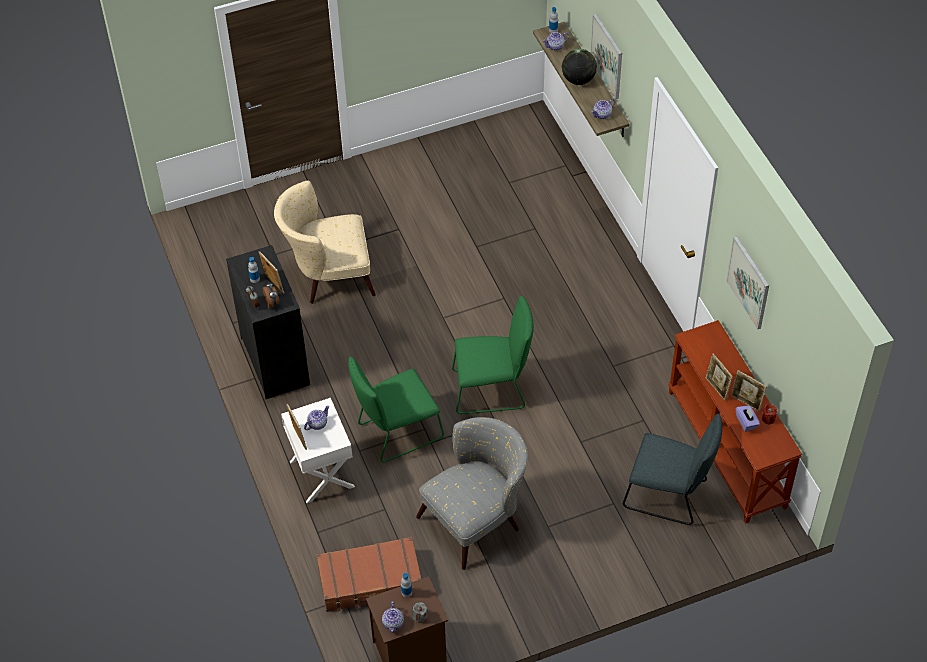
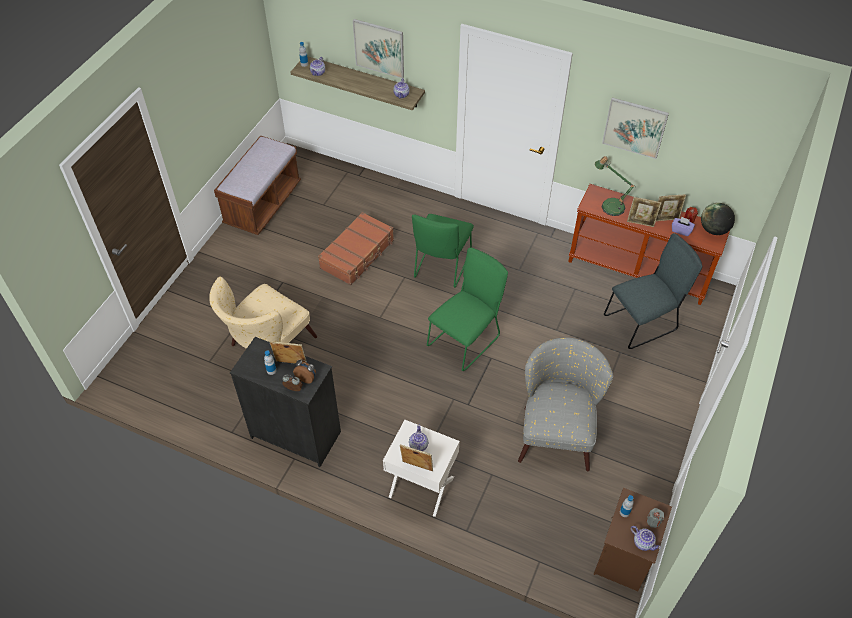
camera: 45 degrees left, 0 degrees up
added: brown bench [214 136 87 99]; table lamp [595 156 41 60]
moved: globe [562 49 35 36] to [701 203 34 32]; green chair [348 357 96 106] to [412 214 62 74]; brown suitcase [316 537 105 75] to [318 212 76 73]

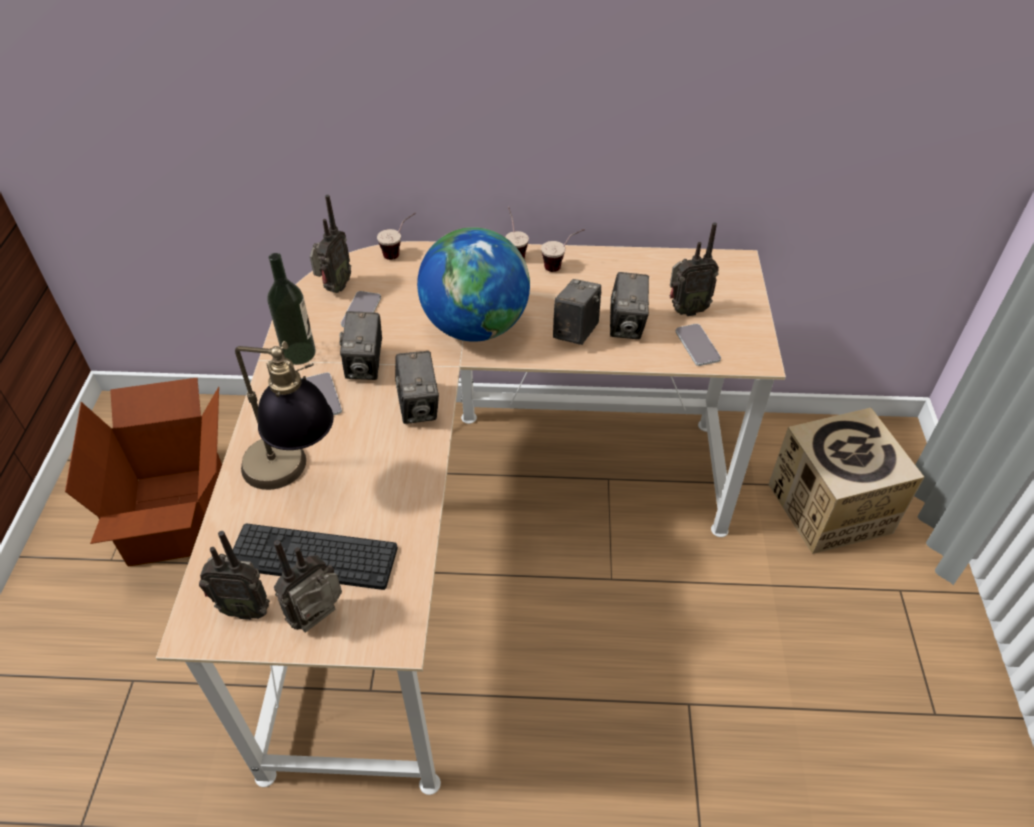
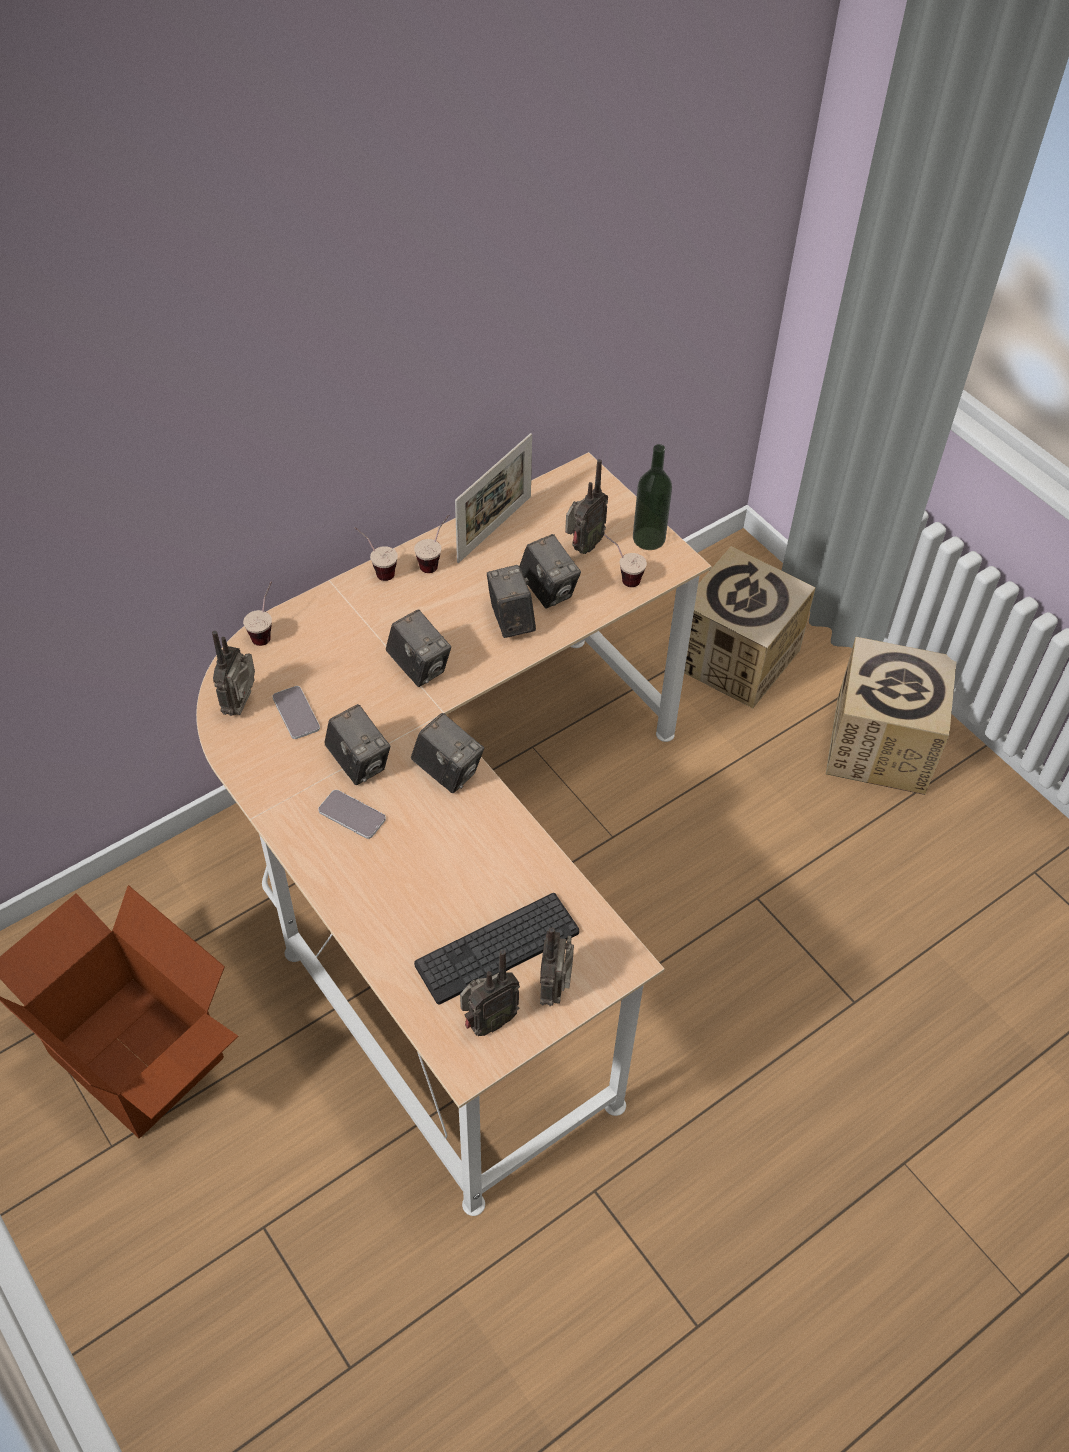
camera: 40 degrees left, 5 degrees up
removed: table lamp [235 341 99 149]
added: picture frame [455 433 77 130]; cardboard box [826 637 130 158]
moved: bottle [267 253 49 112] to [633 444 39 106]
replaced: globe [417 227 113 115] to photo camera [386 609 65 78]; phone [676 324 45 42] to cup [604 534 43 53]
turned: radio [310 195 41 98] = [212 631 43 85] 150 degrees counterclockwise

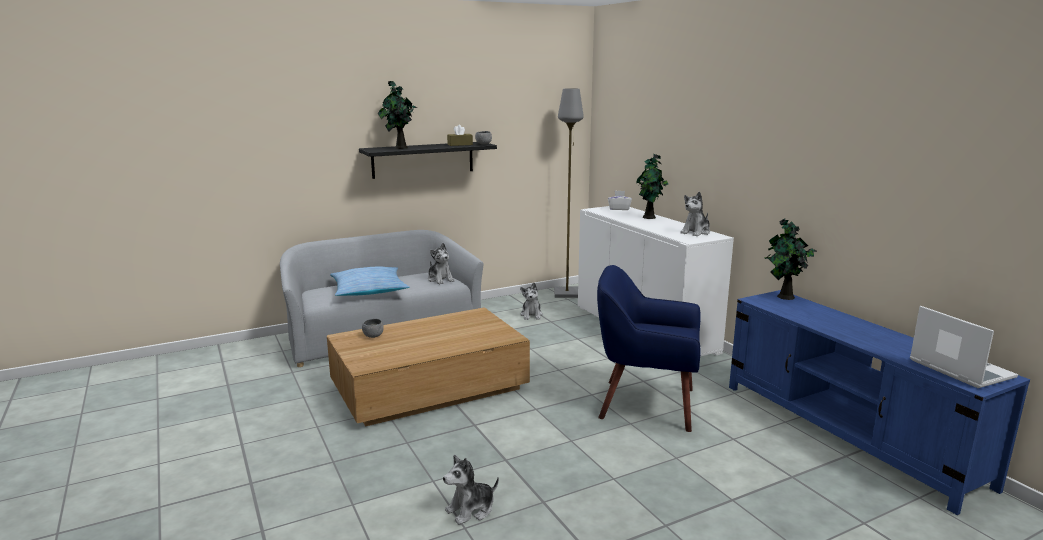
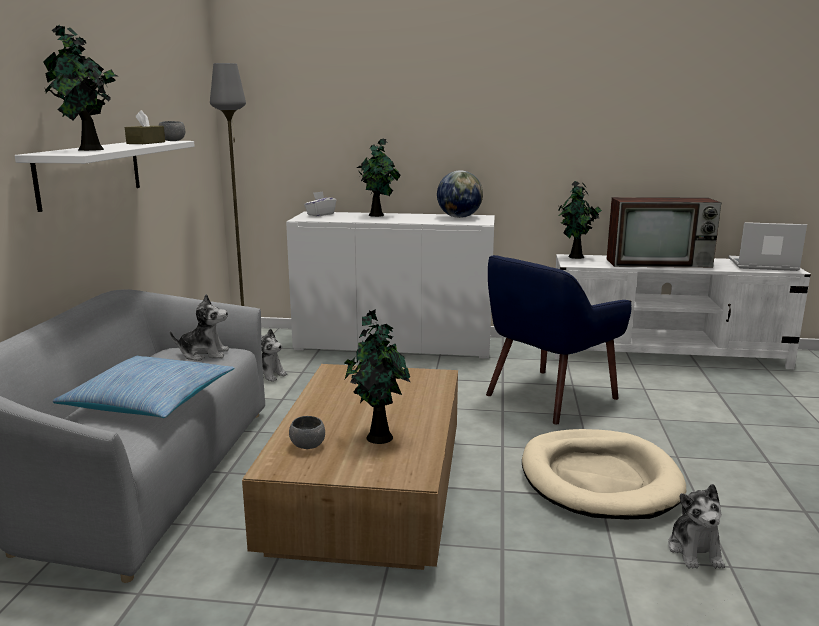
camera: 55 degrees left, 0 degrees up
added: television [607 197 114 71]; potted plant [344 309 66 135]; beige dog bed [522 429 164 90]
replaced: plush toy [680 192 30 44] to globe [437 170 46 48]
recoloured: black shelf [359 142 138 37] to white shelf [15 141 180 71]; blue tv stand [729 290 301 225] to white tv stand [555 254 256 115]

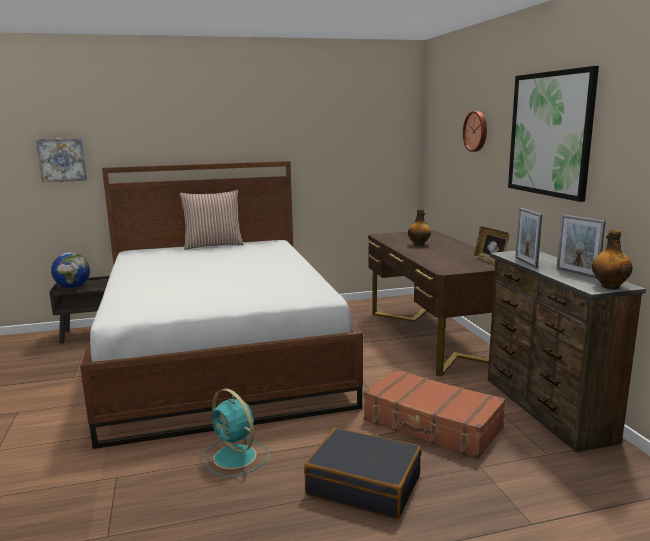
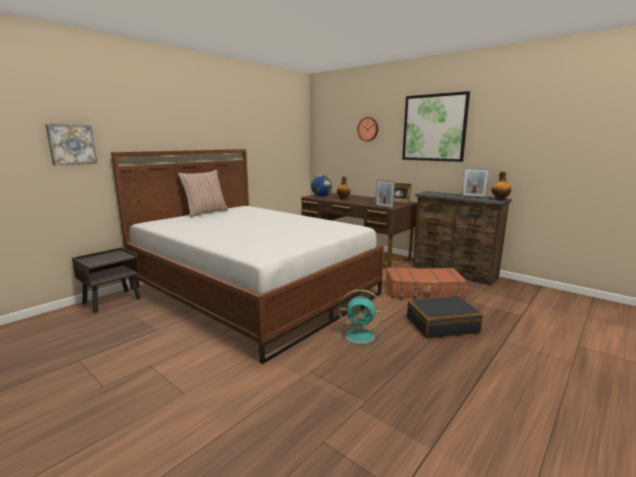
camera: 35 degrees left, 0 degrees up
moved: picture frame [515 208 27 60] to [375 179 20 30]; globe [51 253 39 35] to [311 175 21 21]

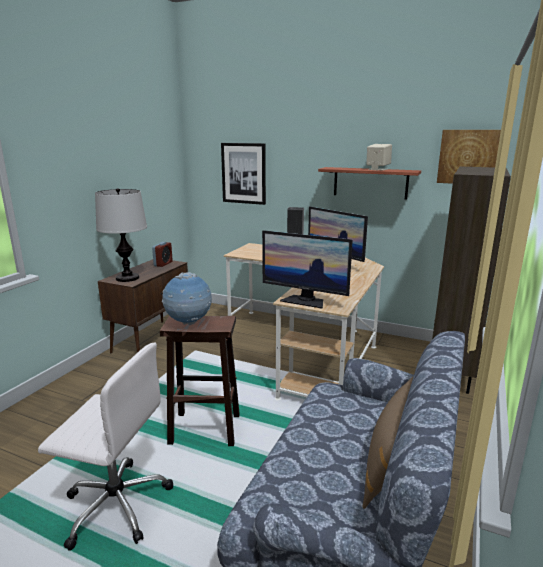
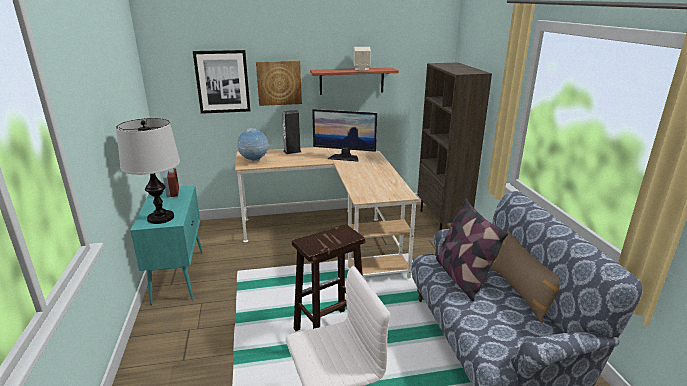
camera: 35 degrees left, 5 degrees up
removed: monitor [262 230 91 79]
added: pillow [436 198 72 103]
moved: picture [437 130 64 54] to [256 60 46 46]; globe [162 272 50 53] to [237 128 32 34]
recoloured: brown cabinet [98 259 90 94] to turquoise cabinet [130 185 73 120]

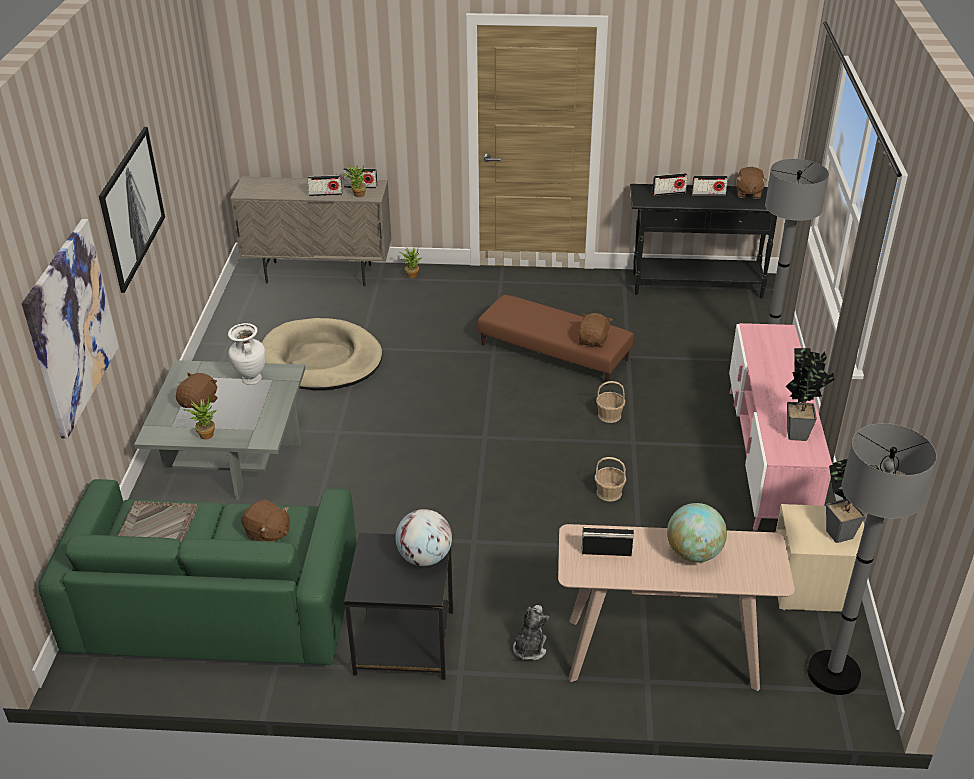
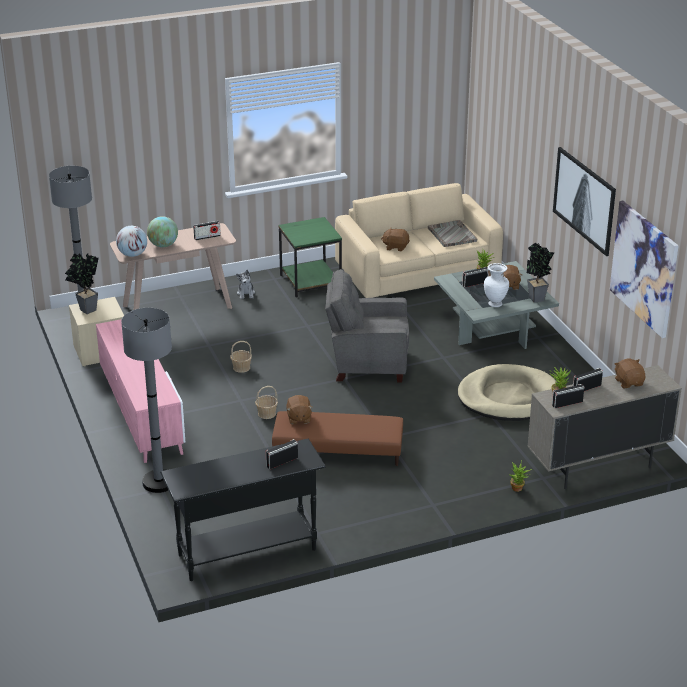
camera: 155 degrees right, 5 degrees down
added: grey armchair [325 269 84 114]
moved: brown plush toy [737 167 30 32] to [614 359 31 29]; radio [692 176 36 20] to [462 267 26 20]; picture [22 219 97 220] to [609 201 70 137]; potted plant [785 348 49 93] to [527 242 28 61]; globe [396 509 56 57] to [116 226 31 31]
recoloured: green sofa [38 479 319 186] to beige sofa [335 183 168 115]; black side table [344 533 109 147] to green side table [278 217 64 80]

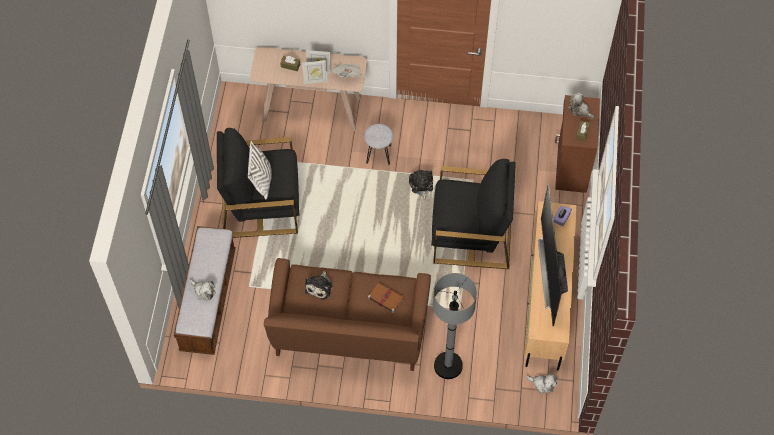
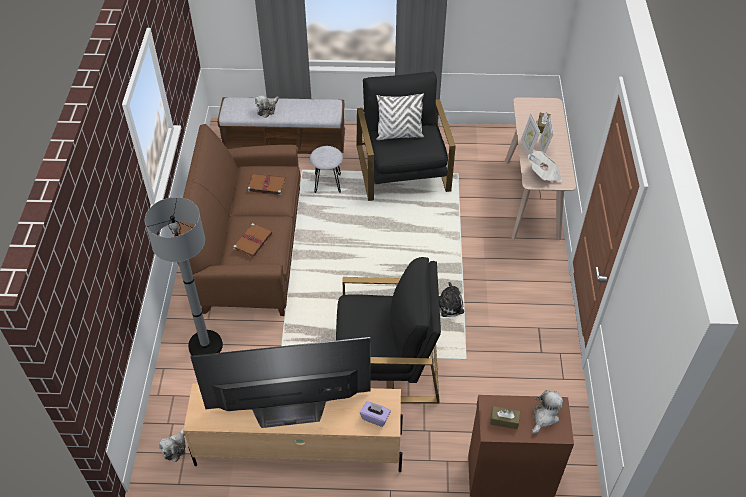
camera: 85 degrees right, 10 degrees down
moved: grey stool [364 124 29 41] to [310 146 33 47]
replaced: plush toy [305 270 28 30] to brown book [247 174 39 21]
turned: black armchair [431 159 85 110] = [336 257 105 146] 90 degrees counterclockwise

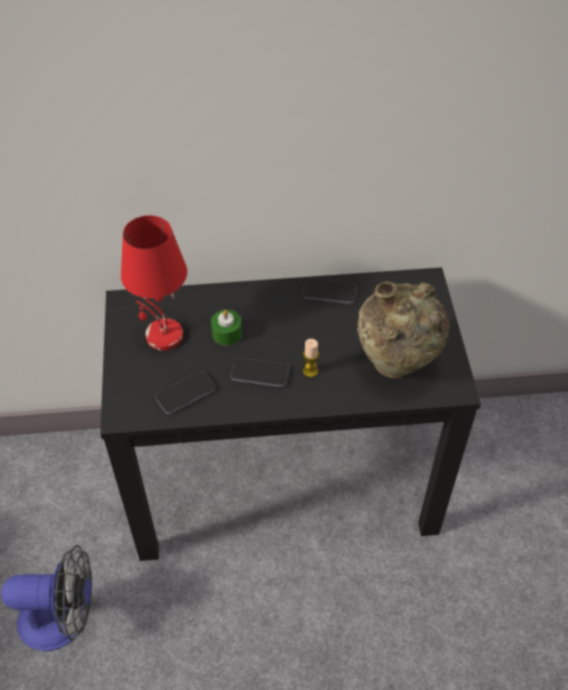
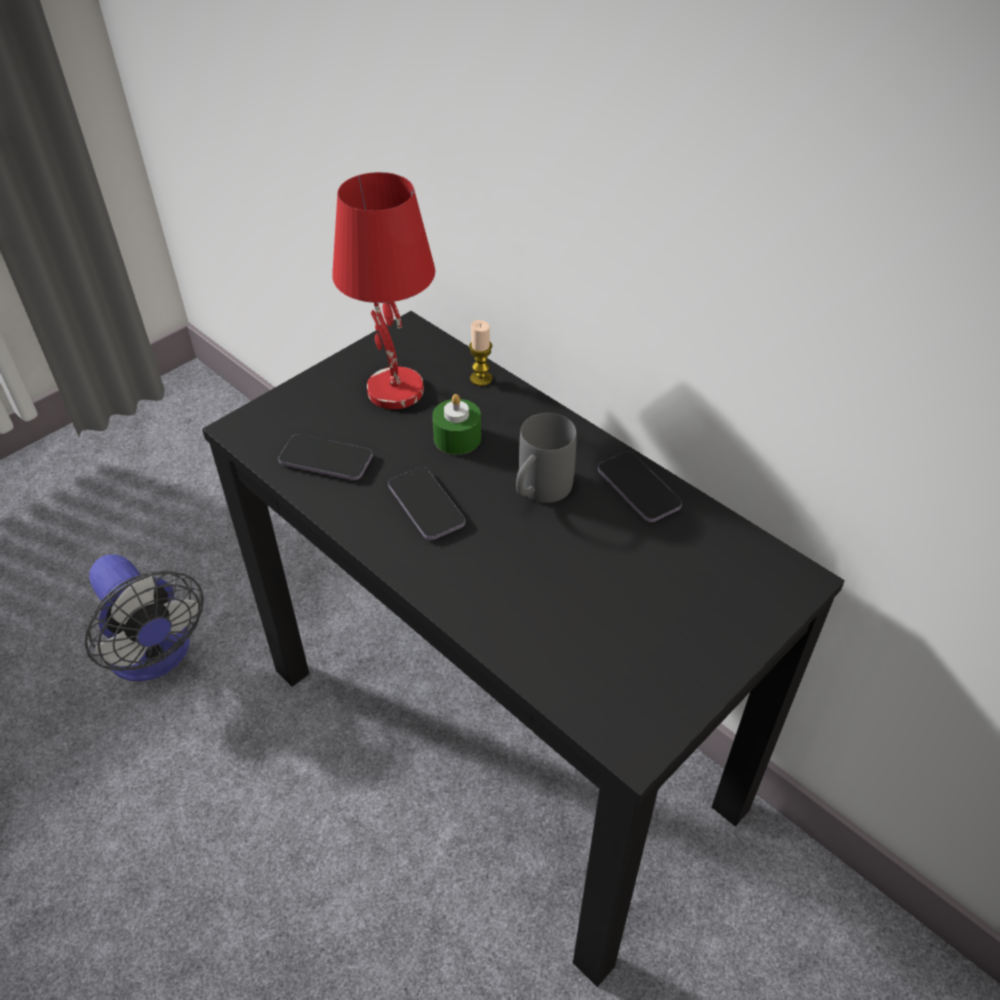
camera: 50 degrees right, 5 degrees down
removed: beige vase [357 281 93 97]
added: grey mug [516 413 61 90]
moved: candle [303 339 16 39] to [469 320 23 66]

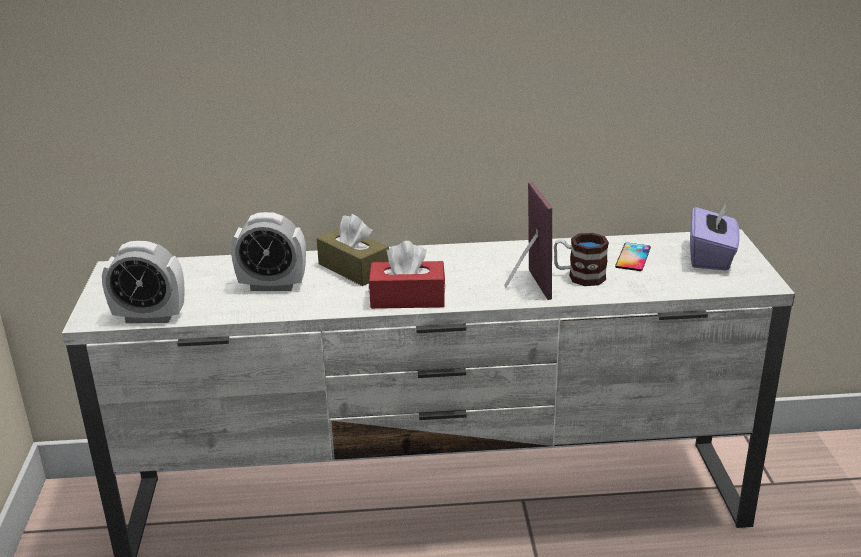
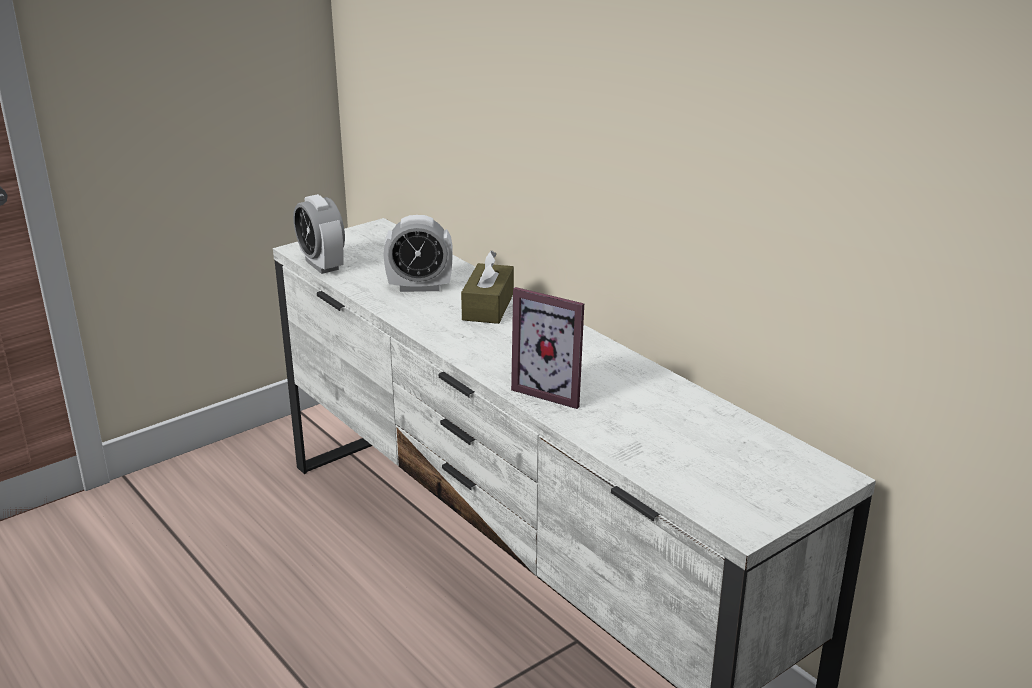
camera: 55 degrees right, 0 degrees up
removed: purple tissue box [690 203 50 68]; mug [554 233 55 53]; red tissue box [369 241 76 68]; phone [615 243 36 28]
turned: picture frame [504 182 48 118] = [511 287 73 122] 75 degrees clockwise; alarm clock [231 212 75 79] = [384 215 68 77] 60 degrees counterclockwise

